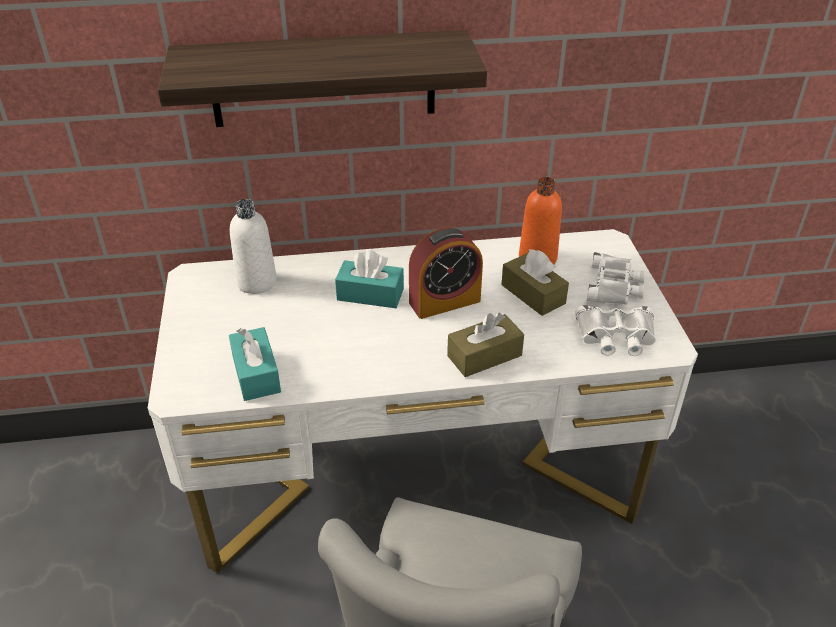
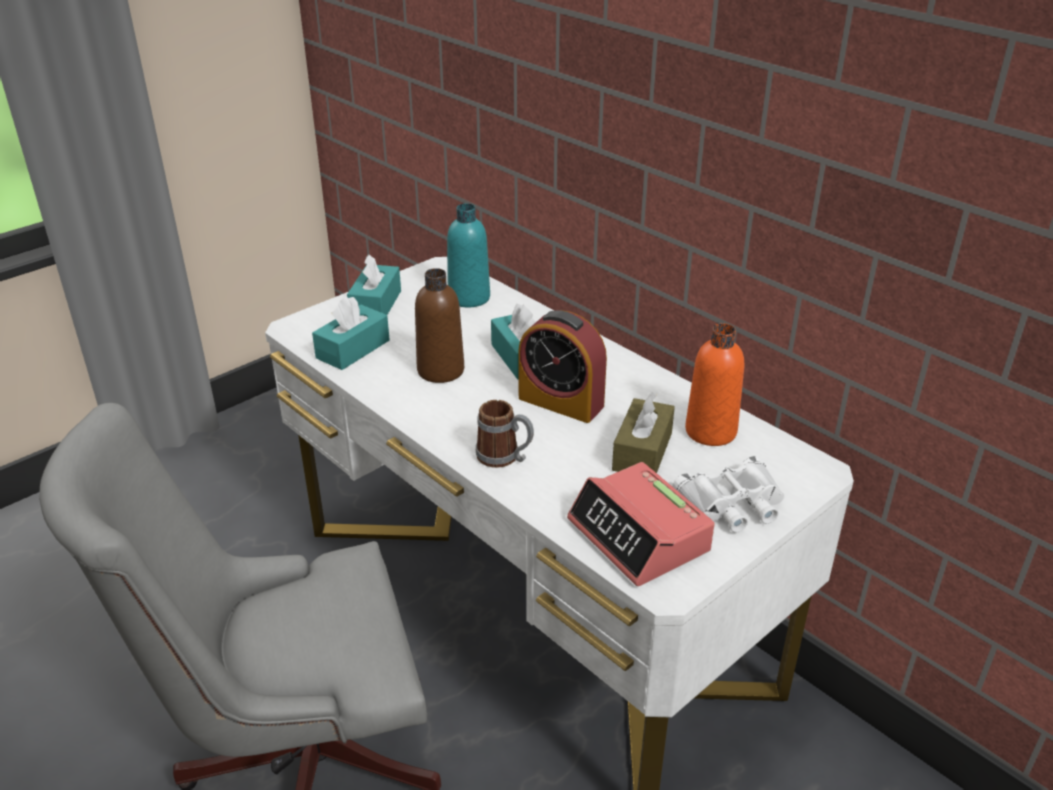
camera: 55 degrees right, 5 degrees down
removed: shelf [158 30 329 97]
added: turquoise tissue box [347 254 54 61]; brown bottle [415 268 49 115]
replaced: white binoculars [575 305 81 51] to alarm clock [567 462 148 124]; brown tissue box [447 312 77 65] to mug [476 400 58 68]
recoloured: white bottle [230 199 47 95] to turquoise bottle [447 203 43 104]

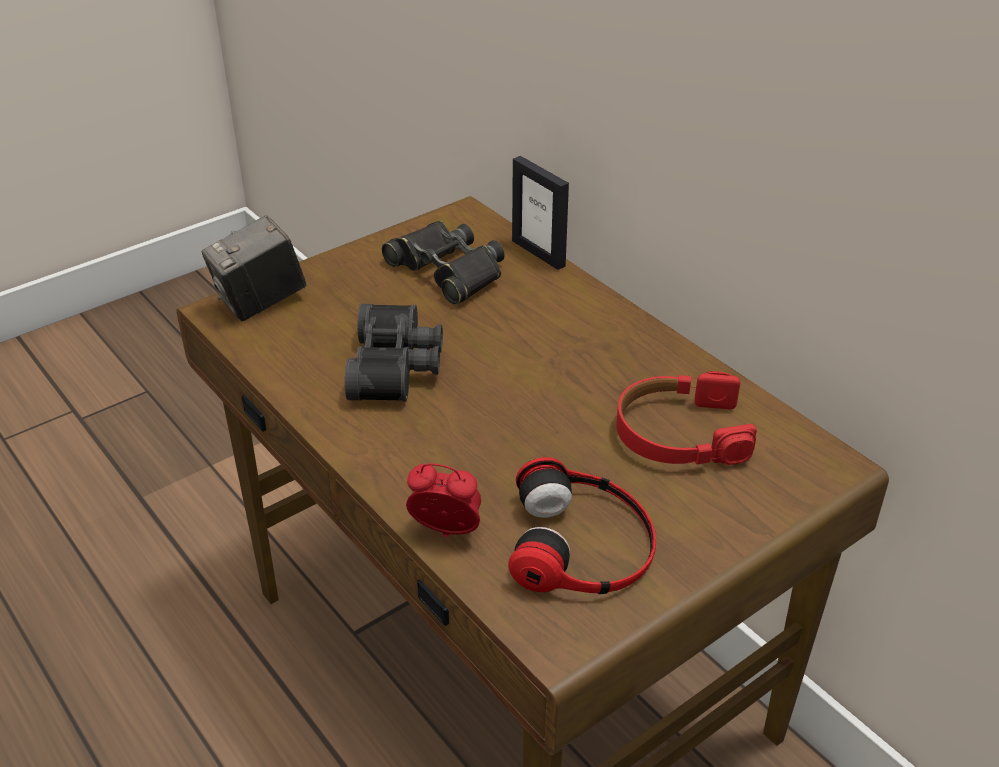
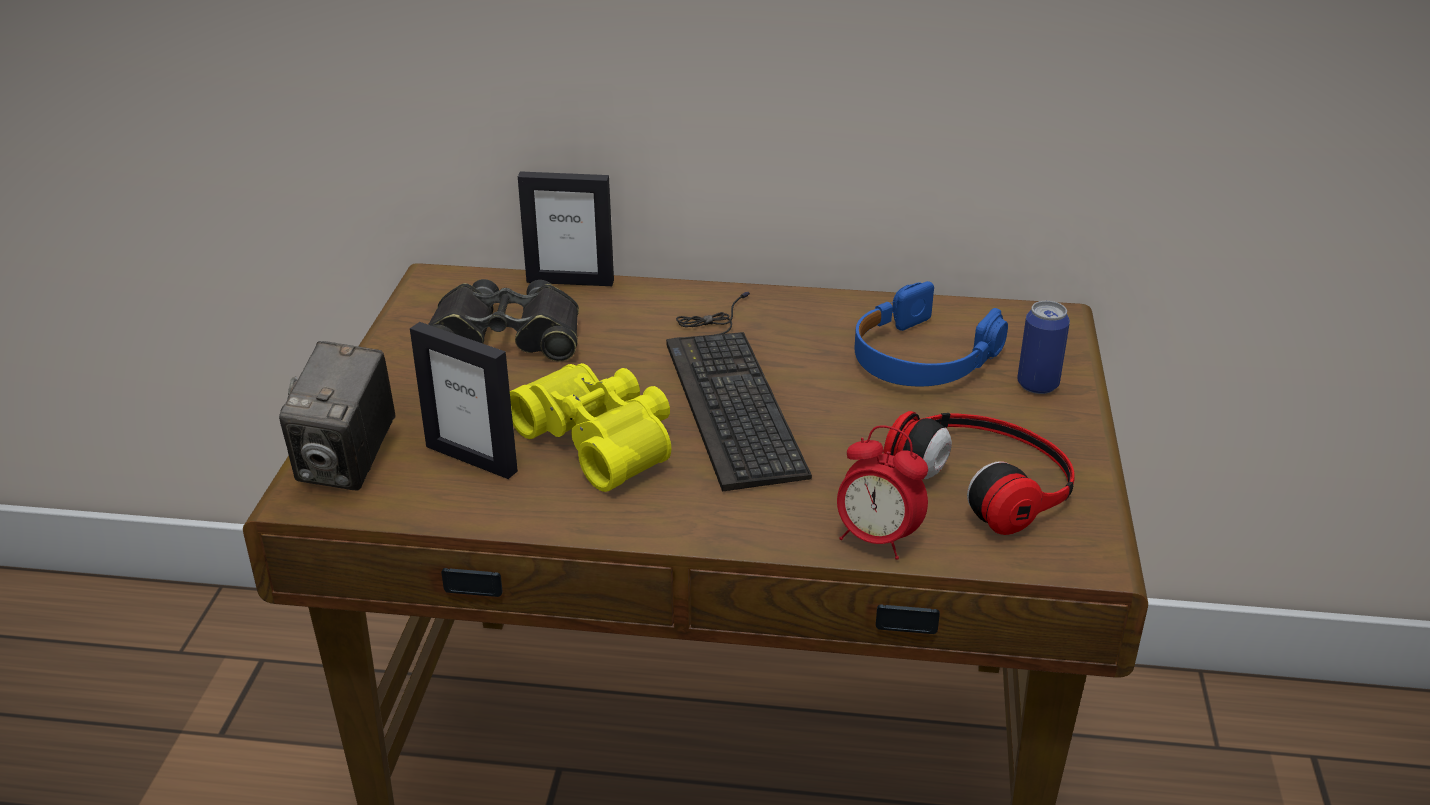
camera: 45 degrees left, 5 degrees down
added: keyboard [666 292 146 200]; can [1017 301 53 93]; picture frame [410 322 108 157]
recoloured: black binoculars [345 304 98 98] to yellow binoculars [510 363 161 129]; red headphones [616 371 141 94] to blue headphones [854 281 154 106]
turned: alarm clock [406 463 75 75] = [837 425 91 135] 120 degrees counterclockwise

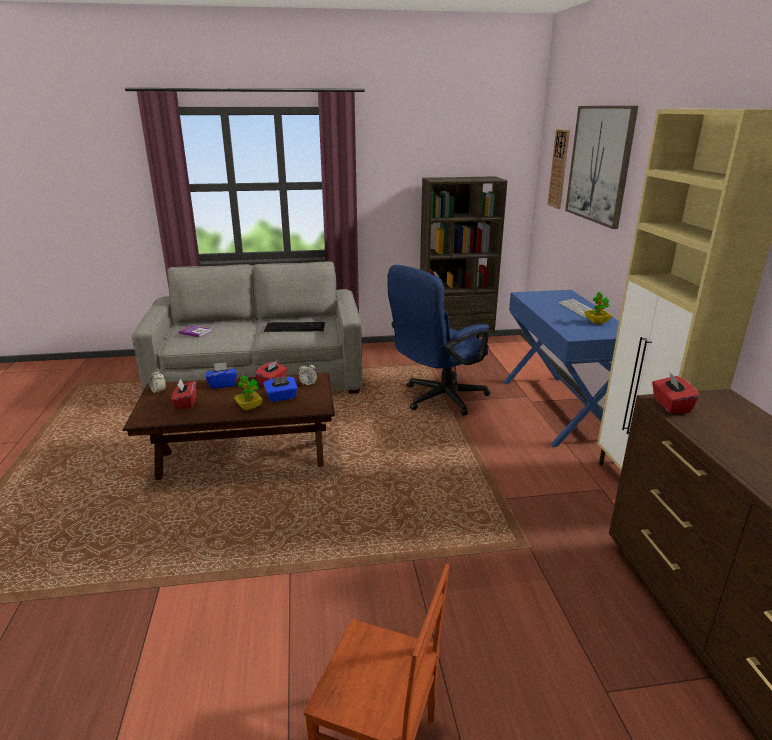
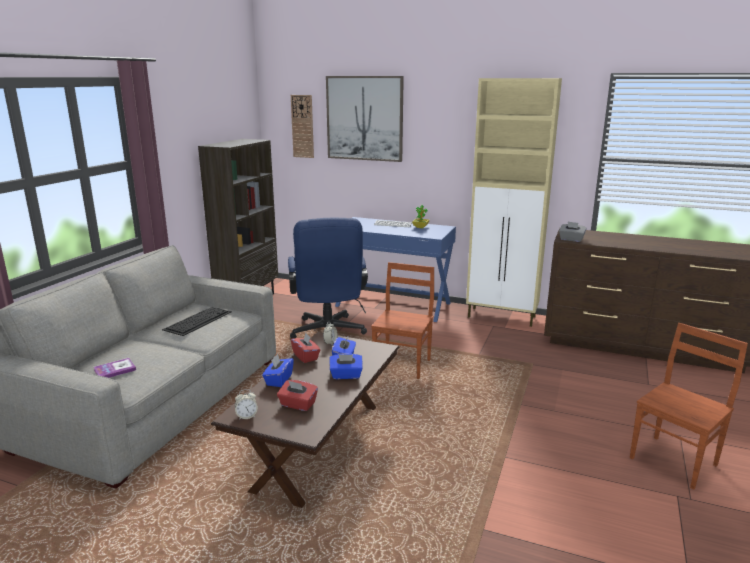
camera: 60 degrees left, 5 degrees down
added: brown chair [371 262 63 117]
replaced: potted plant [234 376 29 34] to blue tissue box [330 354 33 25]
recoloured: red tissue box [652 373 47 40] to grey tissue box [559 222 28 20]

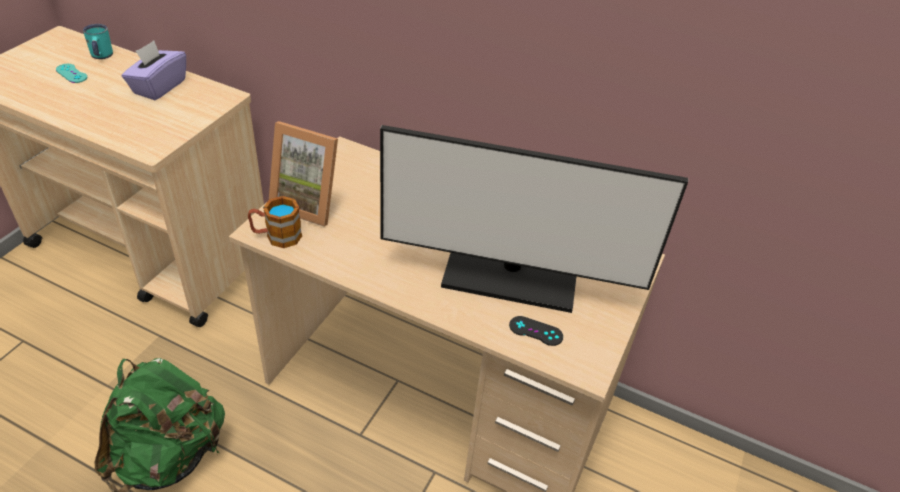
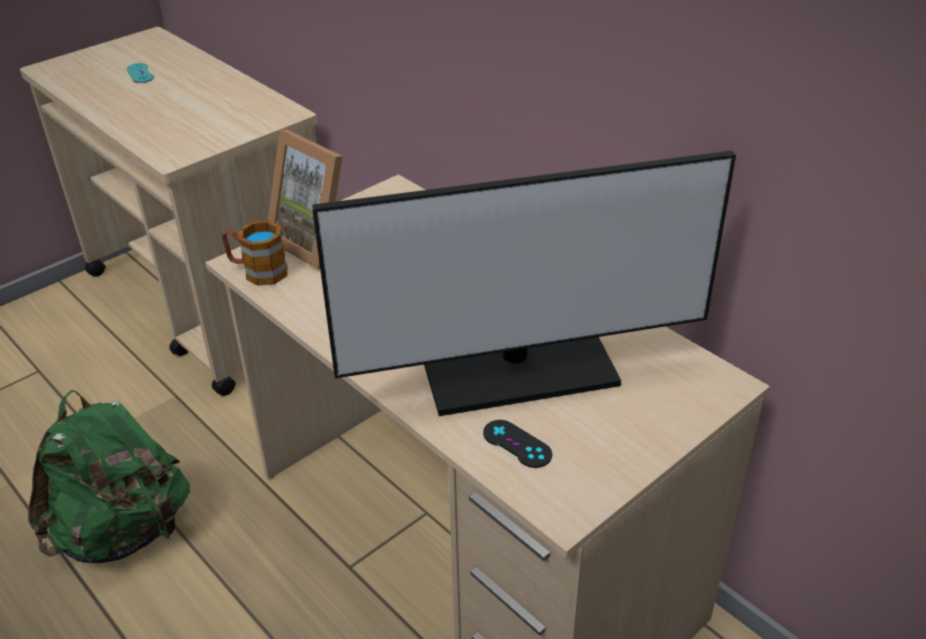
camera: 25 degrees right, 5 degrees down
removed: turquoise mug [83 24 30 35]; purple tissue box [122 41 64 59]
turned: monitor [380 125 308 188] = [312 151 424 265] 45 degrees counterclockwise

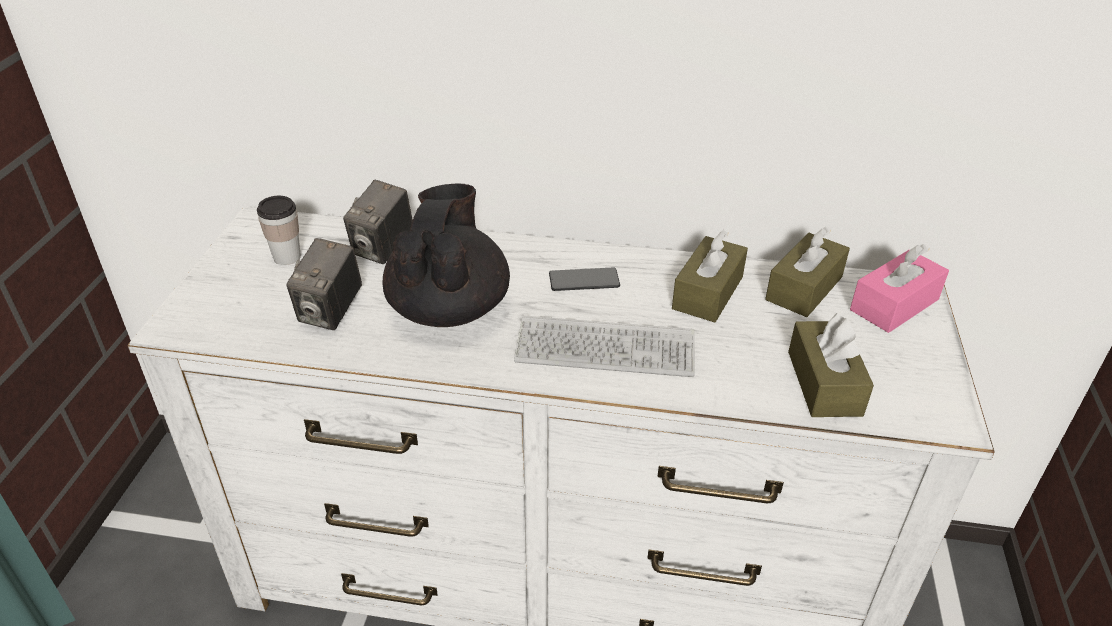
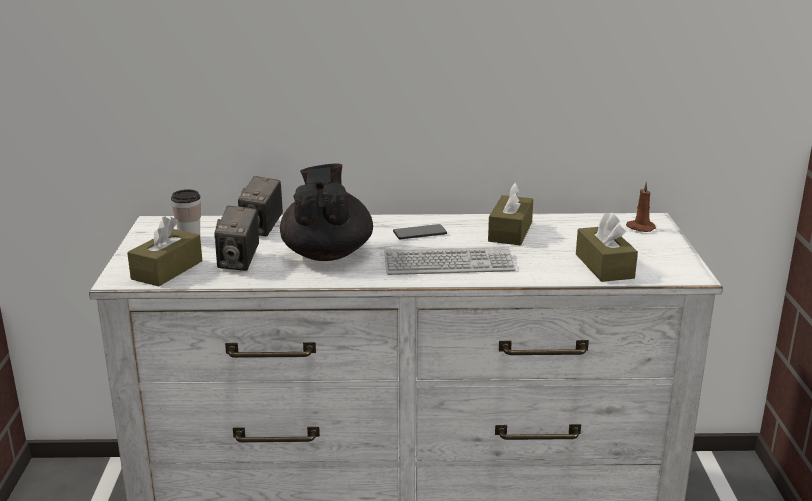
camera: 10 degrees left, 15 degrees down
moved: brown tissue box [765 227 85 90] to [127 217 75 69]
replaced: pink tissue box [850 244 99 89] to brown candle [626 181 30 51]

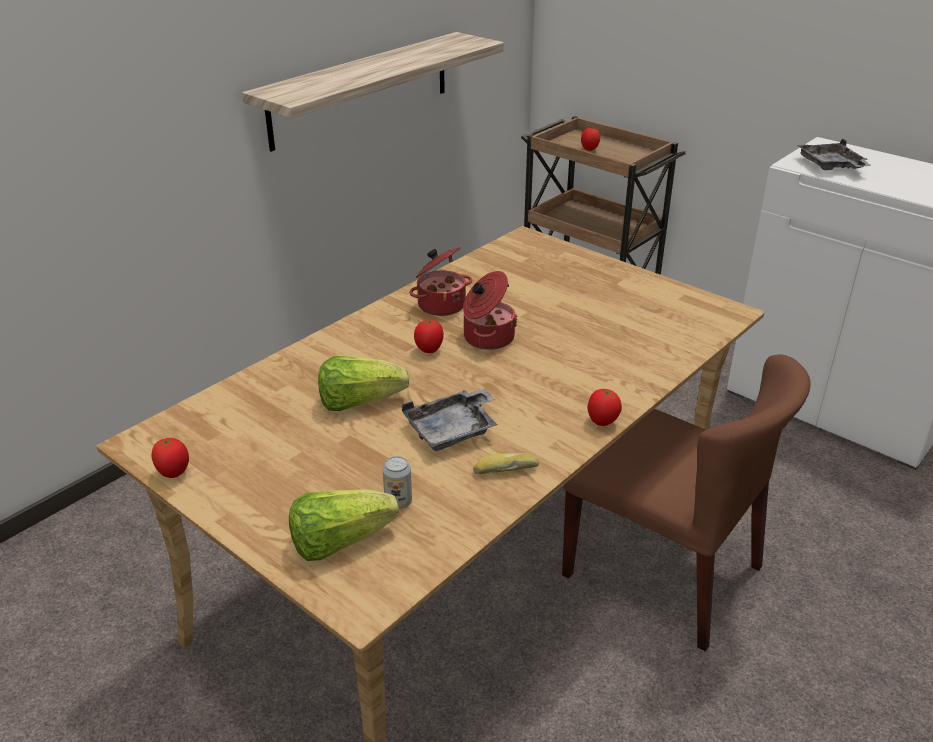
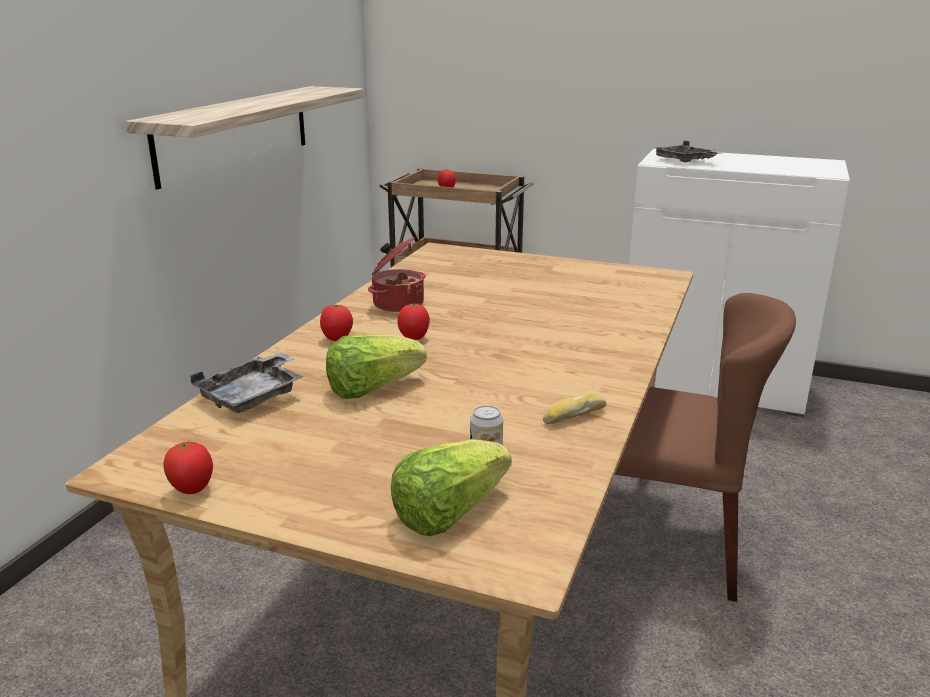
camera: 20 degrees left, 10 degrees down
removed: cooking pot [463 271 54 79]
moved: grey tray [402 389 95 62] to [190 352 113 61]; tomato [588 389 34 37] to [320 305 33 36]

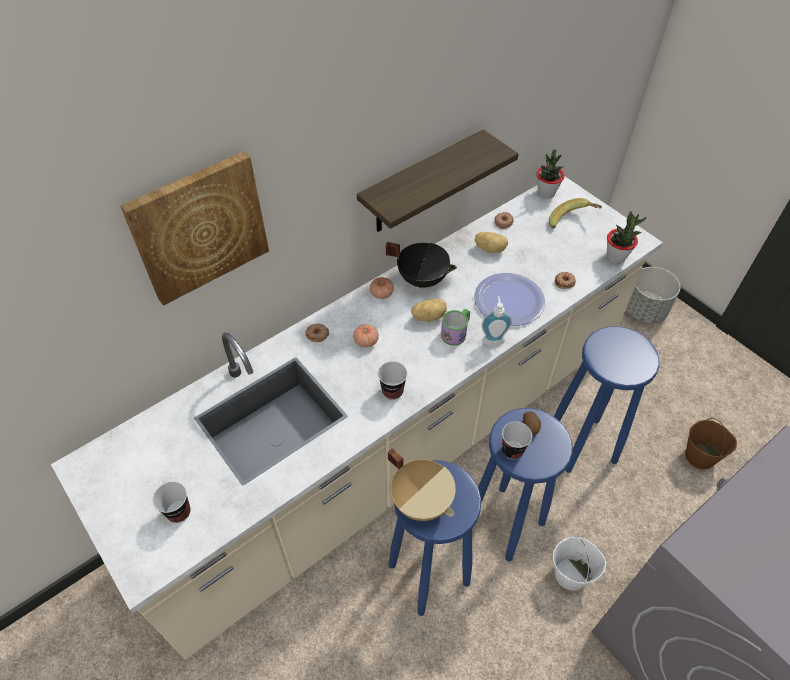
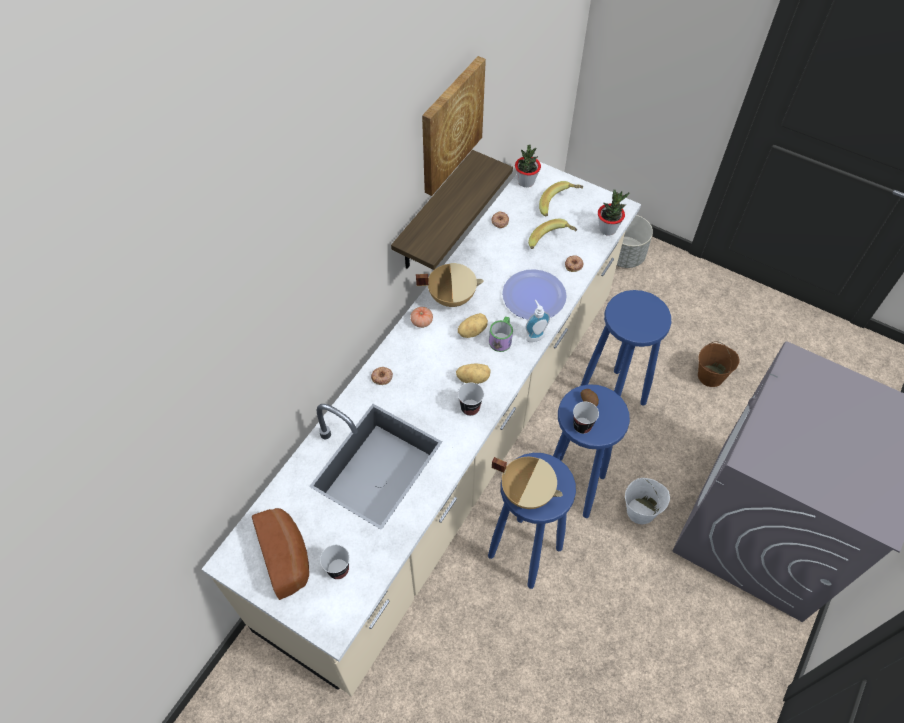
camera: 20 degrees left, 5 degrees up
removed: tomato [353 324 26 24]
added: banana [528 219 50 30]; bread [252 508 57 92]
moved: picture [120 151 149 155] to [422 56 64 140]; potato [475 232 33 21] to [456 364 35 20]
recoloured: black cooking pot [386 242 71 46] to beige cooking pot [416 263 68 44]

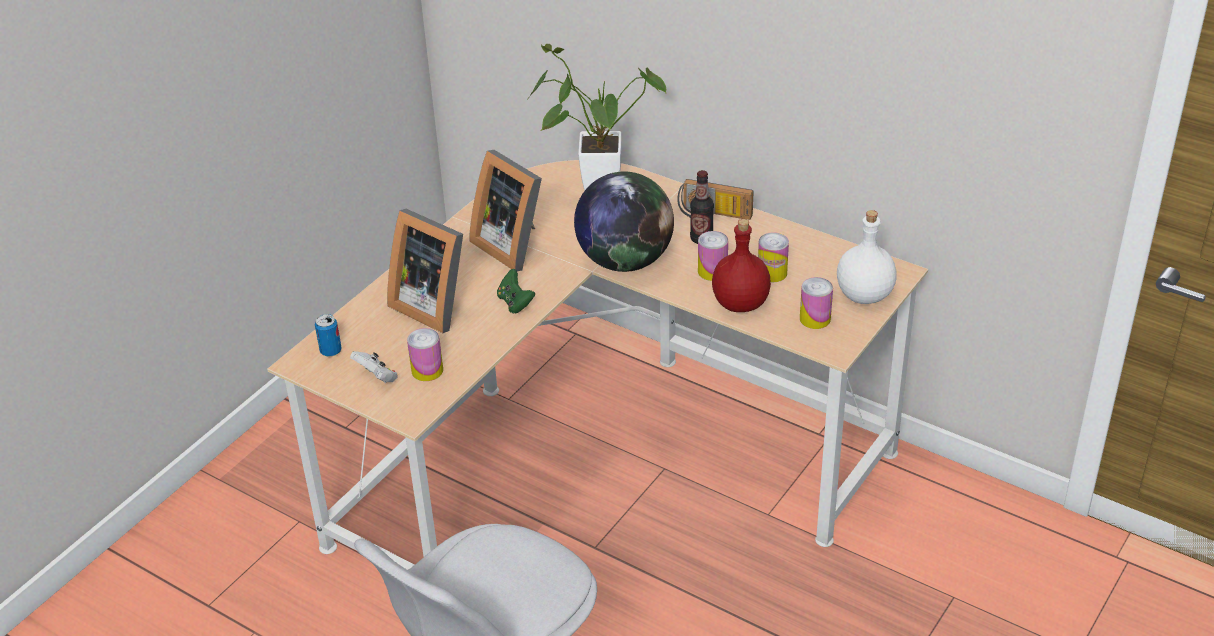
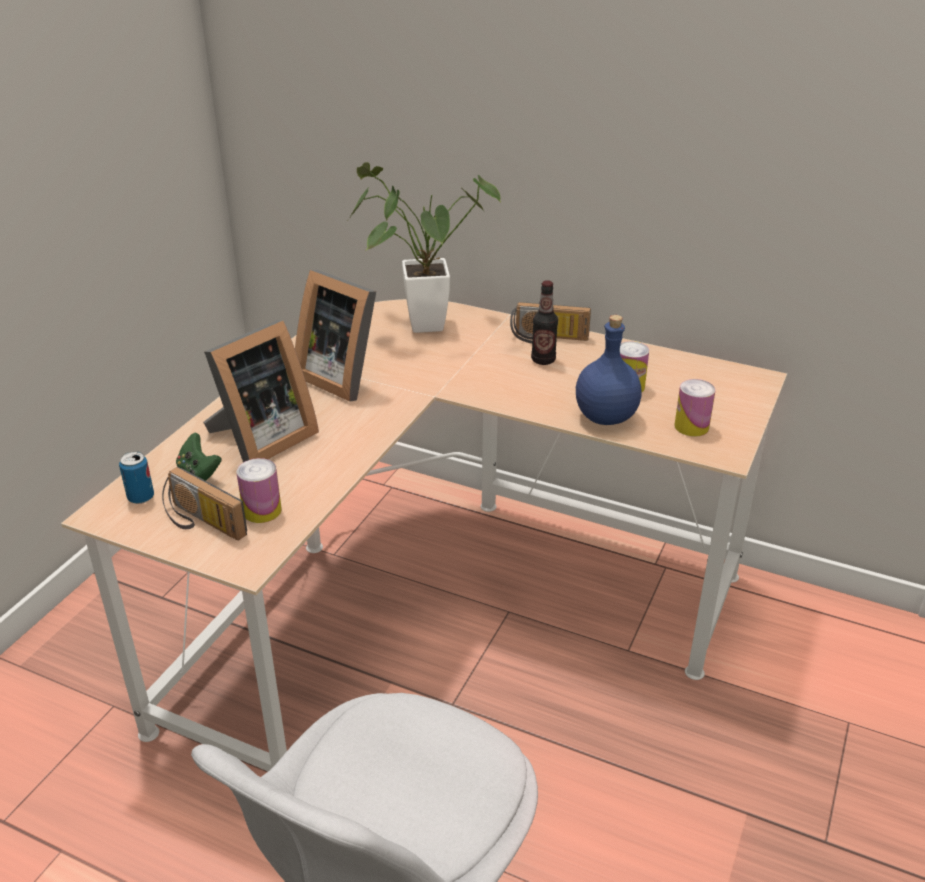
camera: 10 degrees left, 5 degrees down
removed: globe [574 171 100 101]; white bottle [837 210 60 94]; can [698 231 30 50]
moved: green game controller [497 269 38 44] to [176 433 46 48]
replaced: white game controller [350 351 48 32] to radio [162 467 85 73]
recoloured: red bottle [712 219 59 93] to blue bottle [576 315 66 110]
turned: picture frame [387 209 76 124] = [203 320 116 142] 75 degrees counterclockwise

